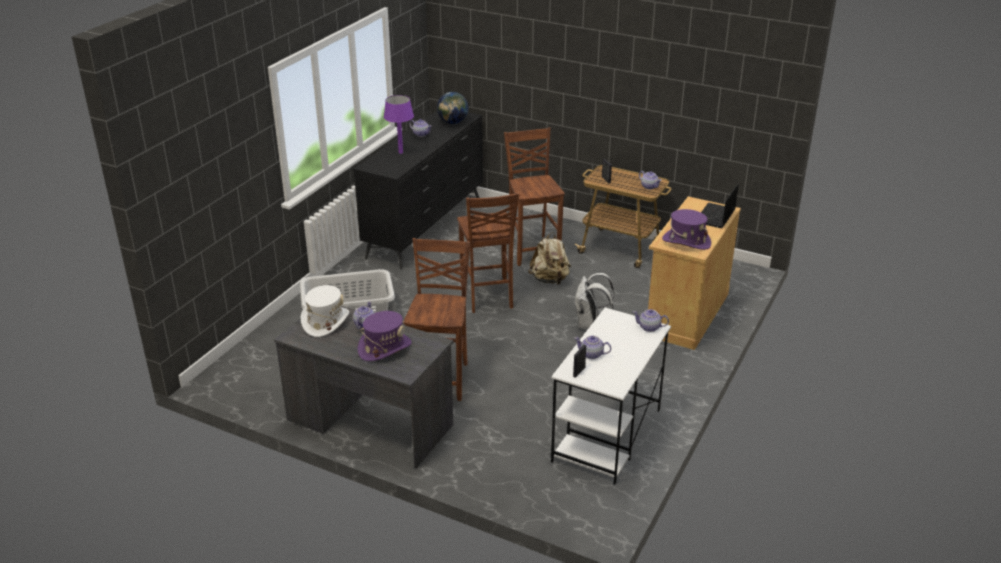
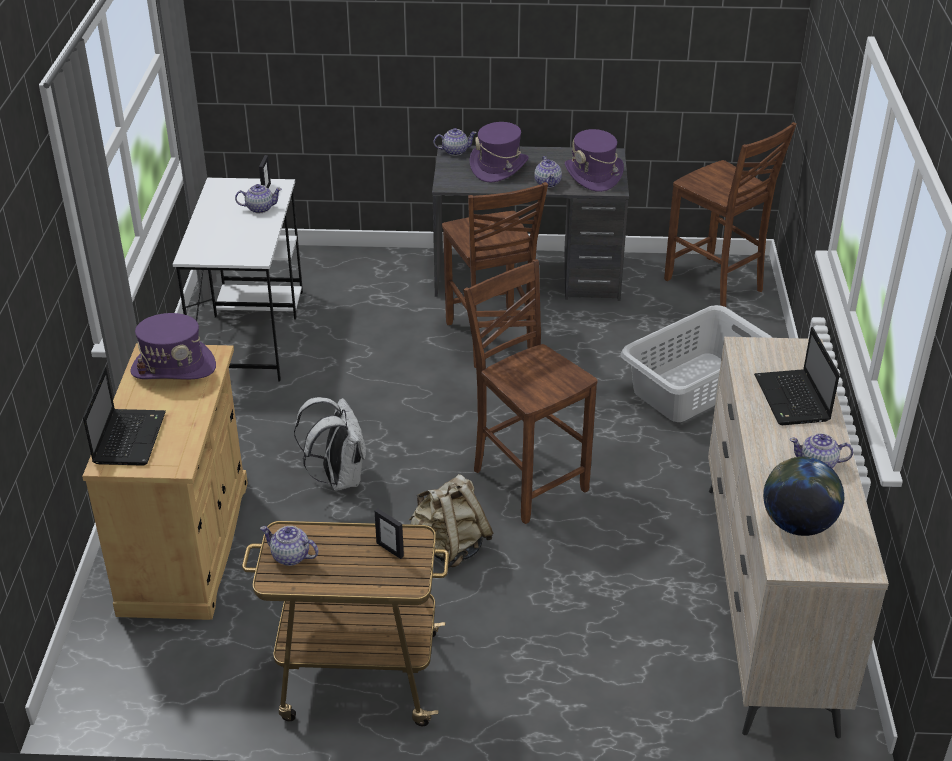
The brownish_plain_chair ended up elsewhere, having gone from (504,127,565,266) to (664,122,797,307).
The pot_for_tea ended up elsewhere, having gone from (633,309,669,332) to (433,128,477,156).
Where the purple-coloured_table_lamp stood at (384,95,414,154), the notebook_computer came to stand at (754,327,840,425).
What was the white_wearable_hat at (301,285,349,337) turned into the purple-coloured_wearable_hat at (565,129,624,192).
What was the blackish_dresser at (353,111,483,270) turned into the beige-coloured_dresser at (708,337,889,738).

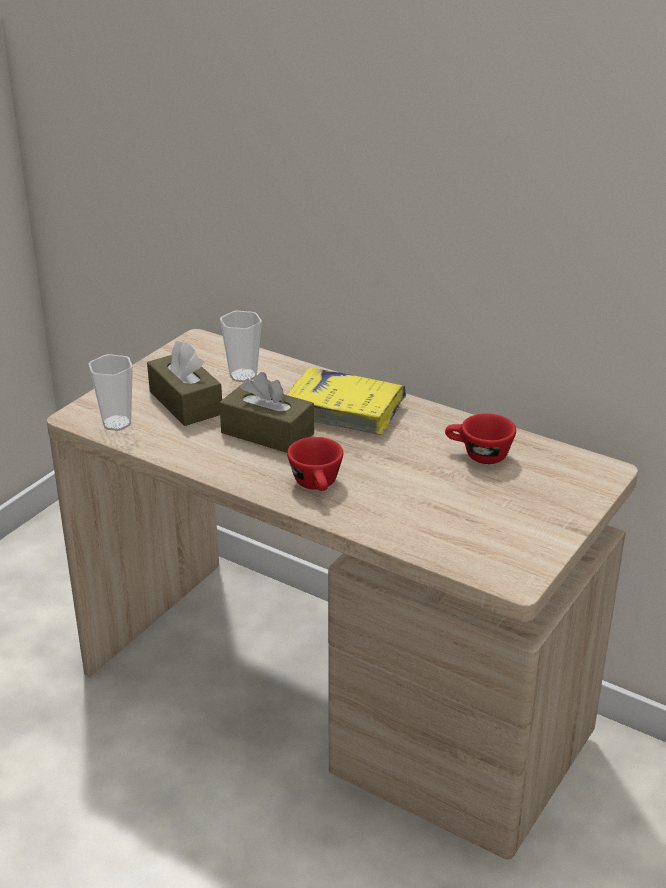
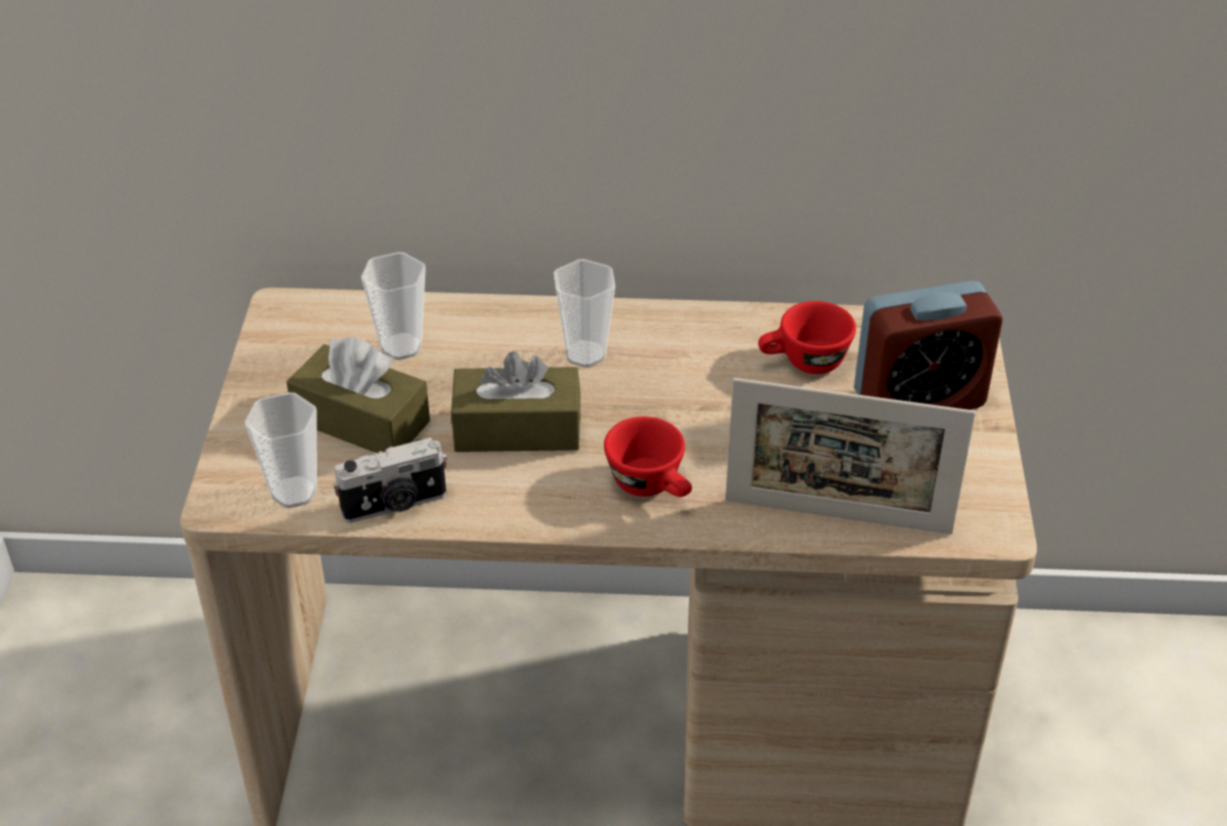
The second view gained the still_camera at (333,438,447,523).
The second view gained the photo_frame at (725,378,975,534).
The second view gained the bedside_clock at (854,281,1002,410).
Where the yellow-coloured_volume stood at (287,367,406,435), the small_cup came to stand at (554,259,615,368).

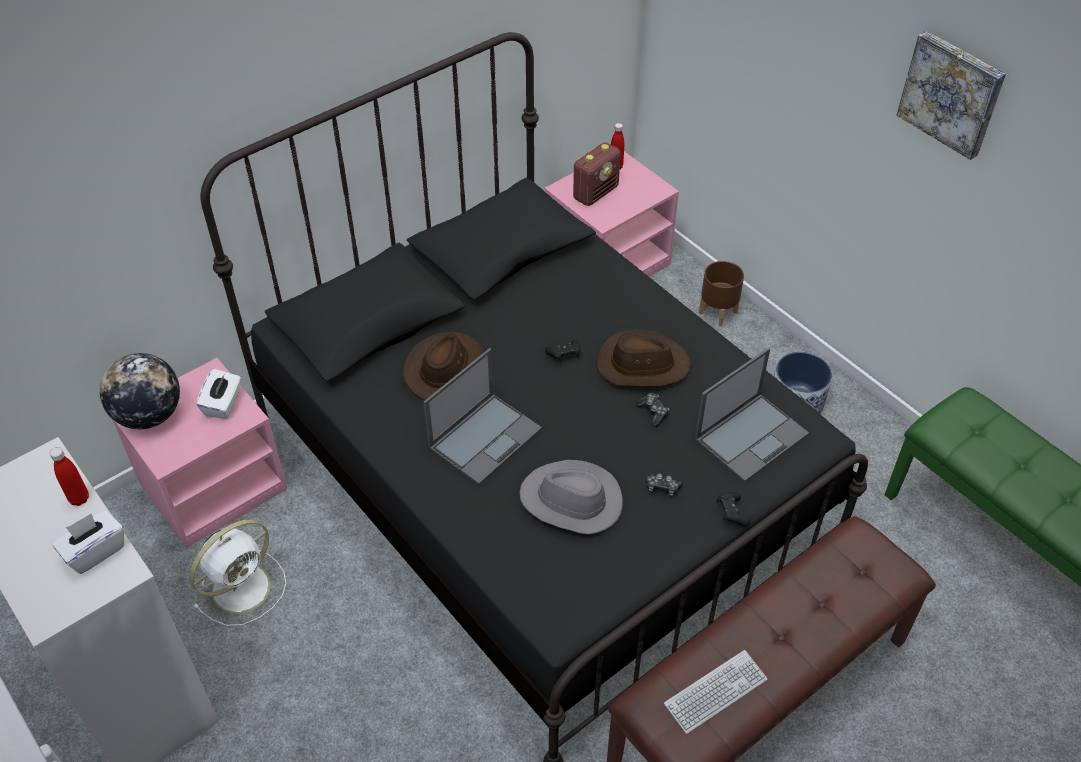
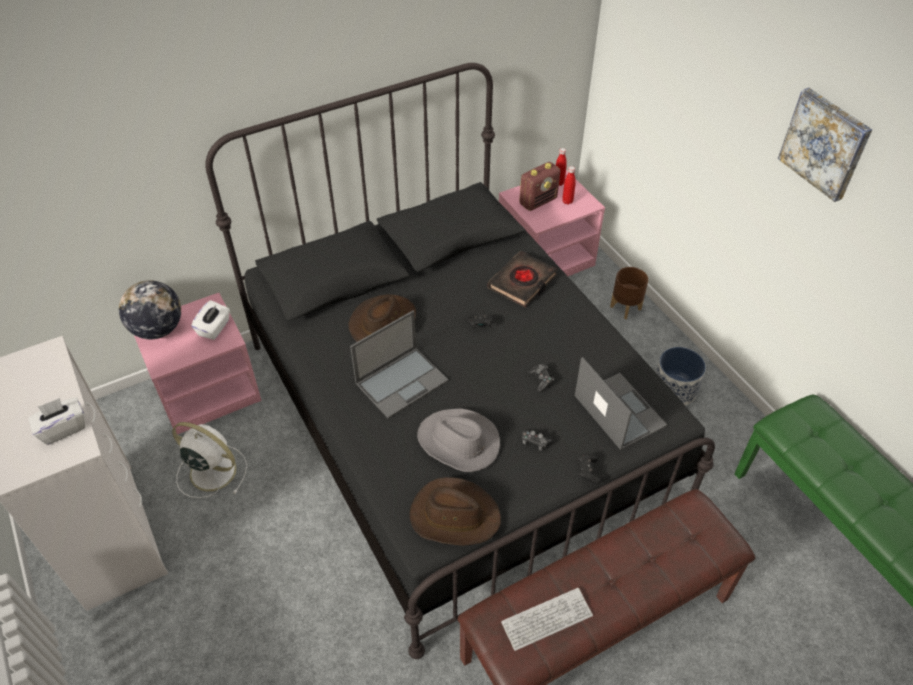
The second view gained the blackish_volume at (488,251,557,307).
The red-coloured_bottle ended up elsewhere, having gone from (50,447,89,506) to (562,166,576,205).
The brownish_wearable_hat ended up elsewhere, having gone from (596,329,691,387) to (410,477,501,546).
The white_fan at (190,520,287,626) ended up facing another way, 120 degrees counterclockwise from before.
The notebook_computer at (695,348,809,482) ended up facing another way, 90 degrees counterclockwise from before.

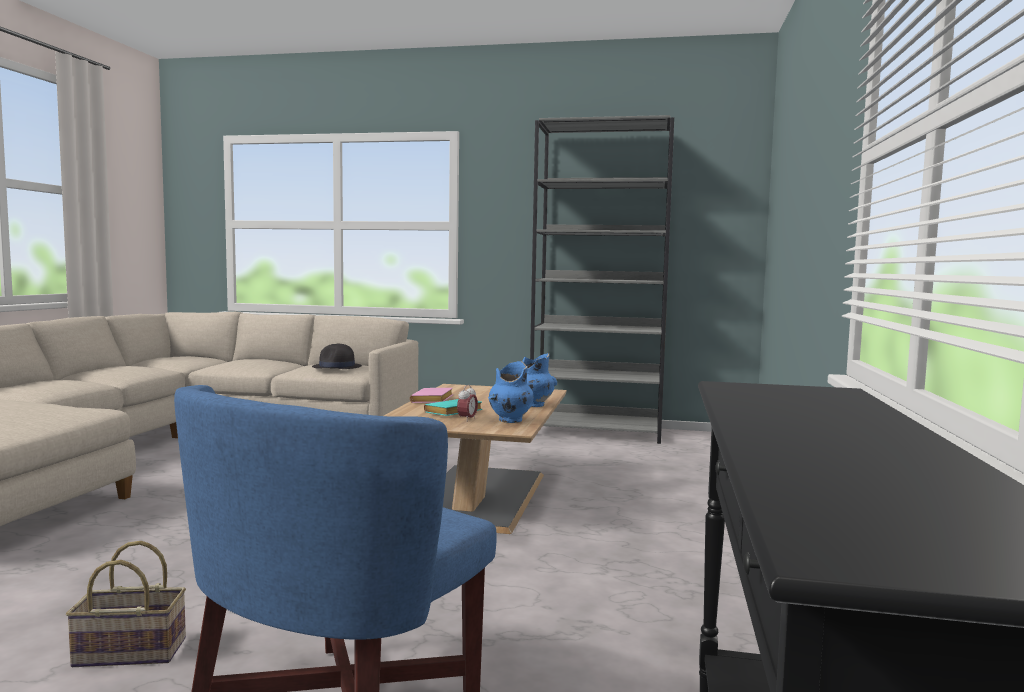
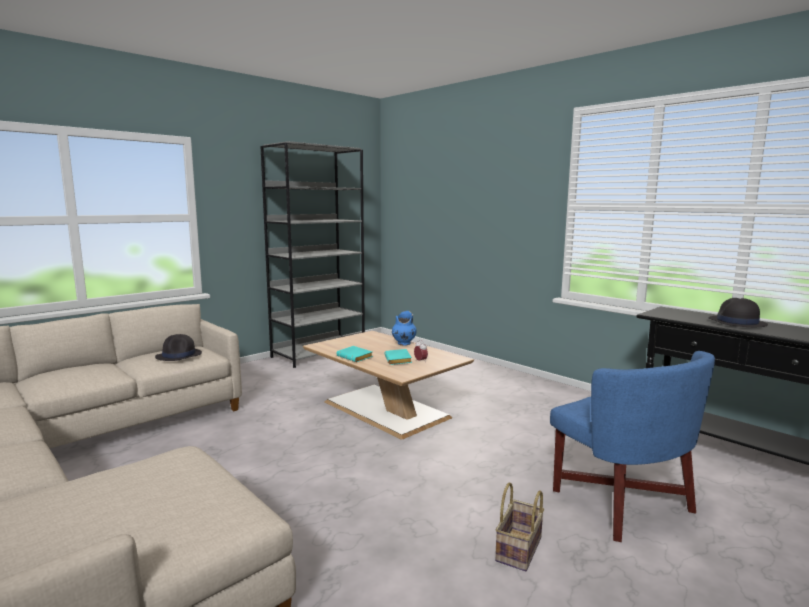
The second view lost the blue-coloured_flower_vase at (488,361,533,423).
The second view gained the blackish_wearable_hat at (708,298,768,327).
What was the pink_volume at (410,388,453,403) turned into the blue-green_volume at (336,346,373,362).

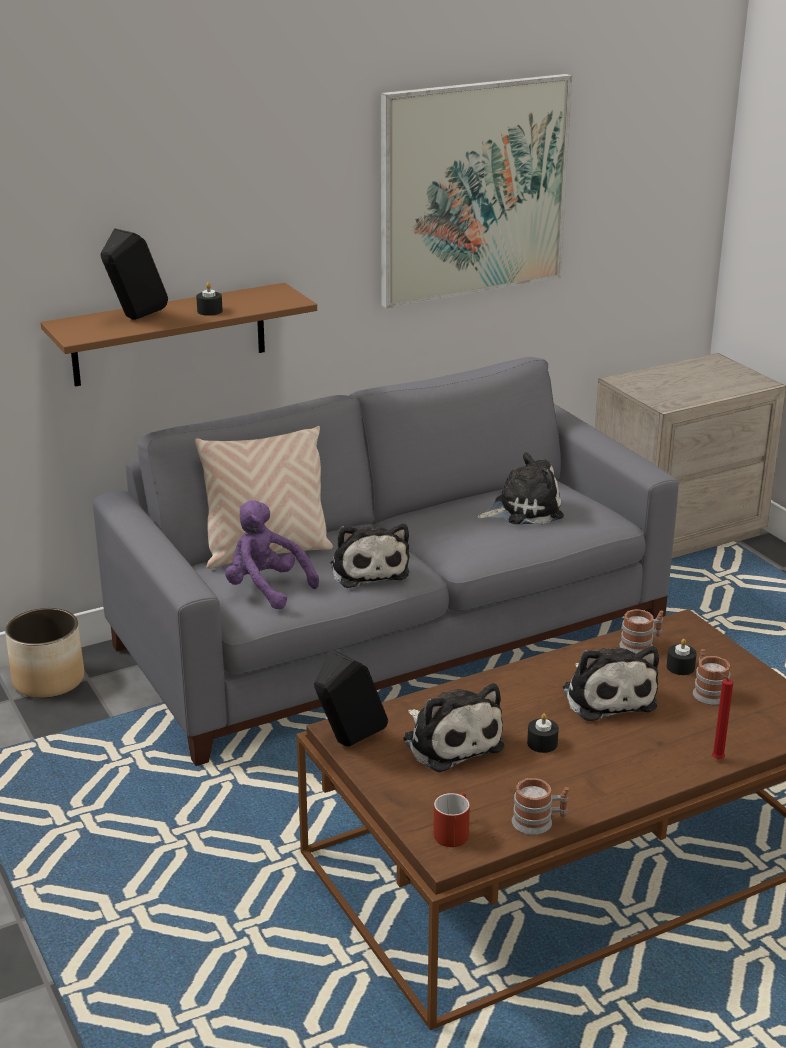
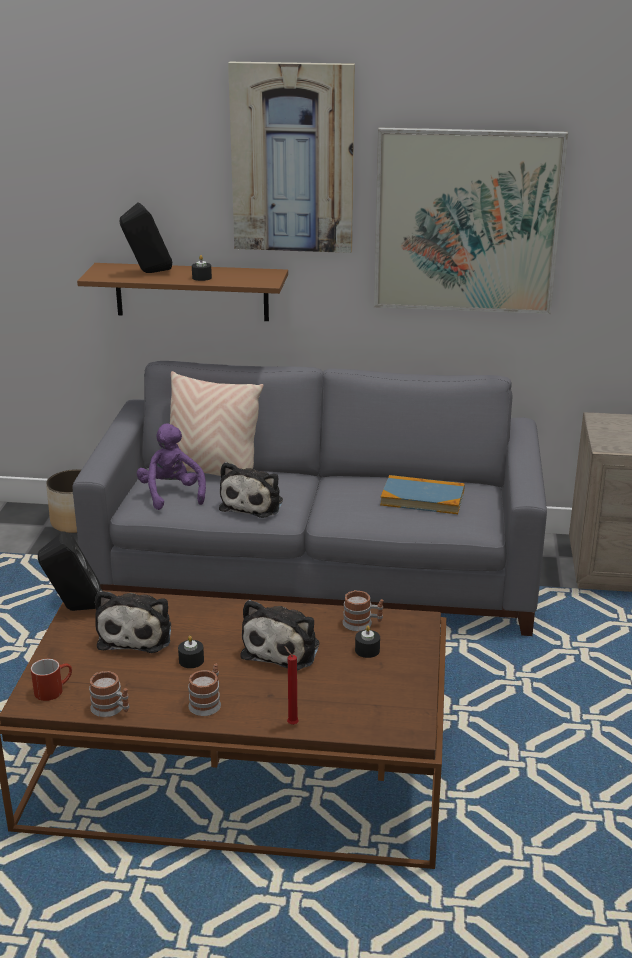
The second view gained the wall_art at (228,62,355,253).
The coffee_mug ended up elsewhere, having gone from (693,649,730,705) to (188,664,221,716).
Where the plush_toy stood at (477,452,564,524), the volume came to stand at (380,475,465,514).

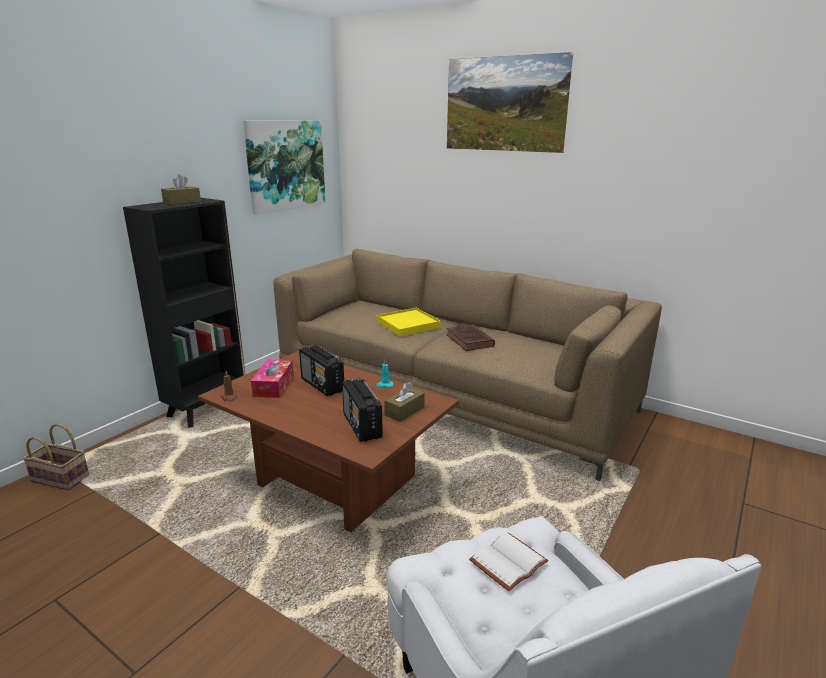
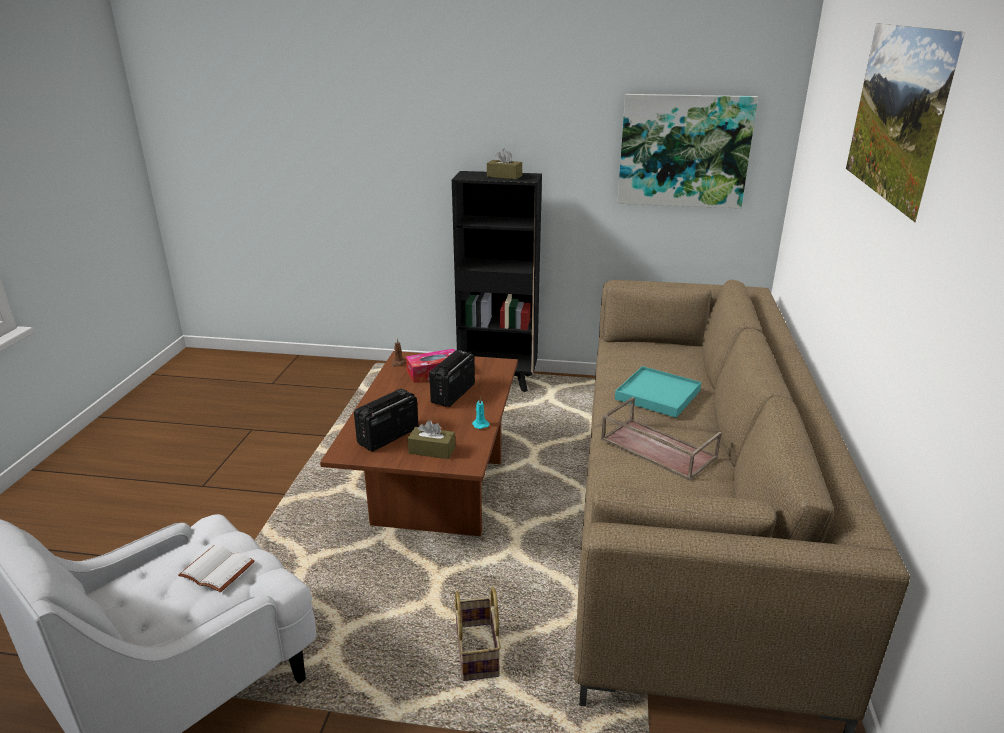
The storage_basket ended up elsewhere, having gone from (23,423,89,490) to (454,587,501,681).
Where the brownish_volume stood at (446,324,495,351), the brownish_carrying_tray came to stand at (601,397,721,481).
What was the yellow-coloured_carrying_tray at (376,308,441,337) turned into the blue-green_carrying_tray at (615,366,701,418).

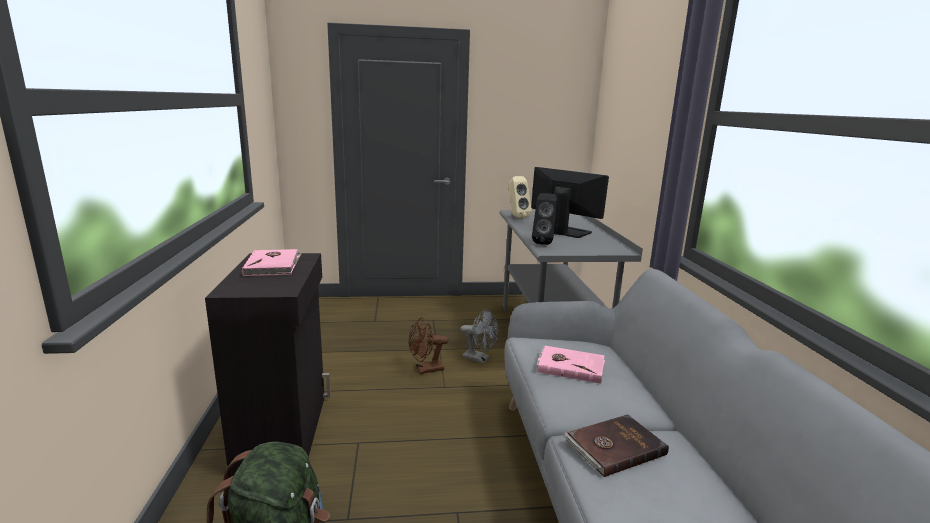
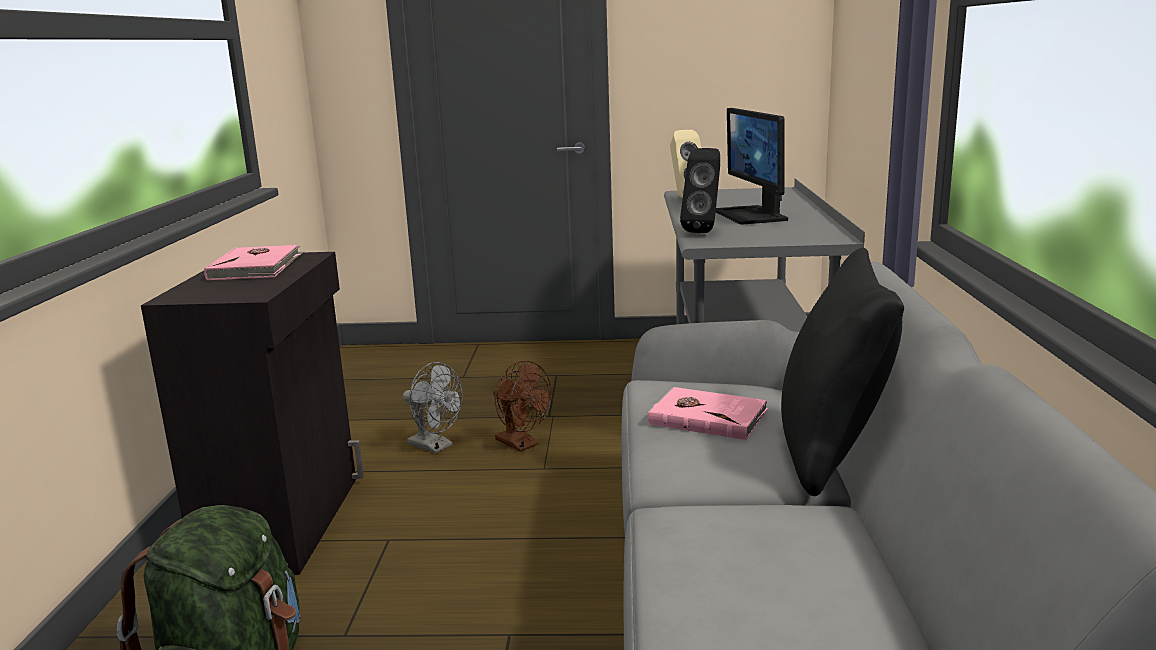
The second view lost the brownish_volume at (563,414,669,477).
The second view gained the blackish_throw_pillow at (781,248,904,496).
The greyish_fan ended up elsewhere, having gone from (460,309,498,363) to (403,362,463,453).
The brownish_fan at (409,317,448,374) ended up facing another way, 120 degrees counterclockwise from before.
The monitor at (531,167,609,238) ended up facing another way, 150 degrees counterclockwise from before.

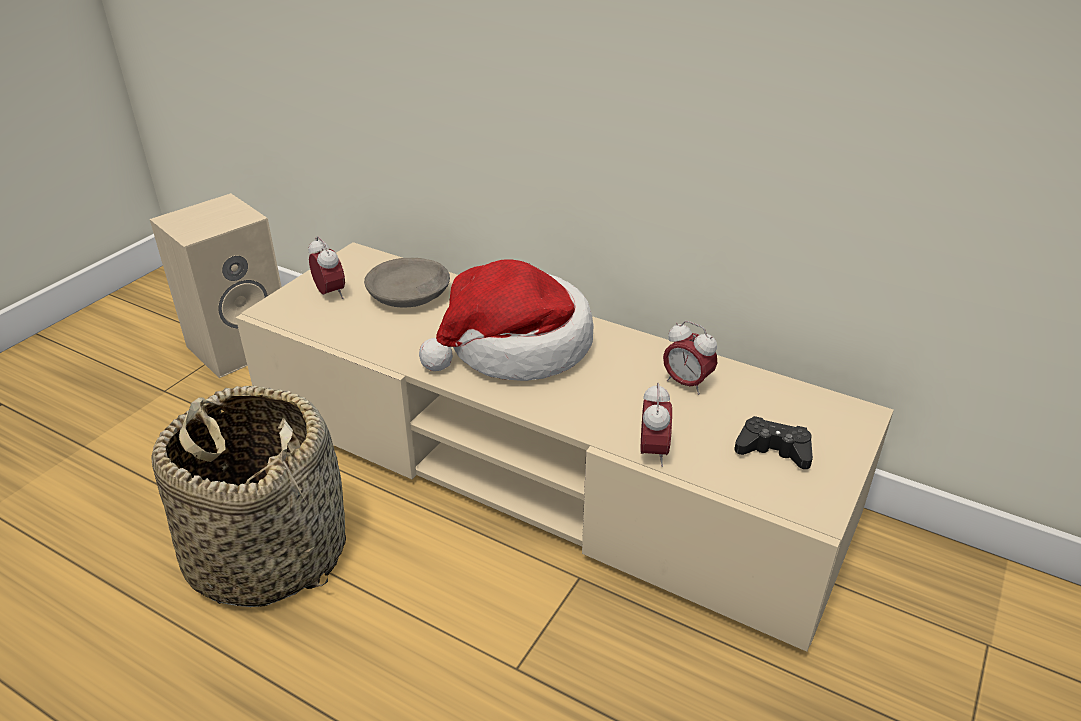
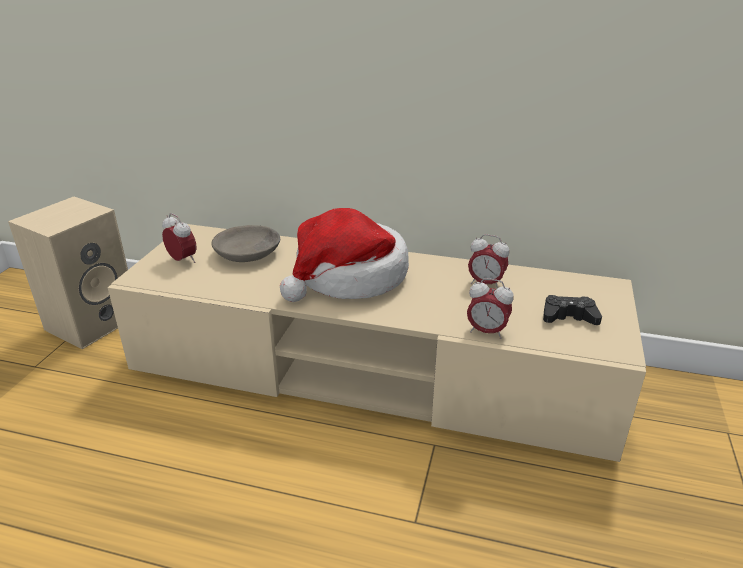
The second view lost the storage_basket at (151,386,346,607).
The bedside_clock at (641,383,672,467) ended up facing another way, 120 degrees clockwise from before.

